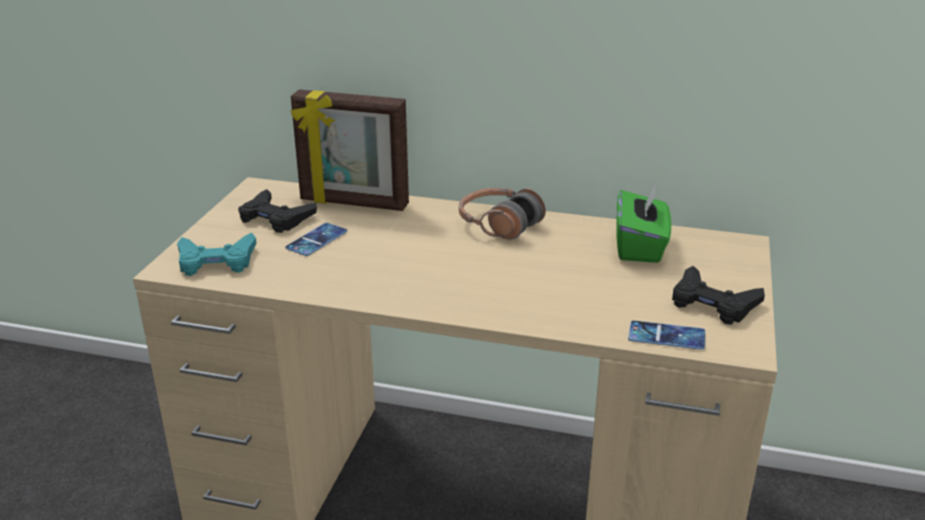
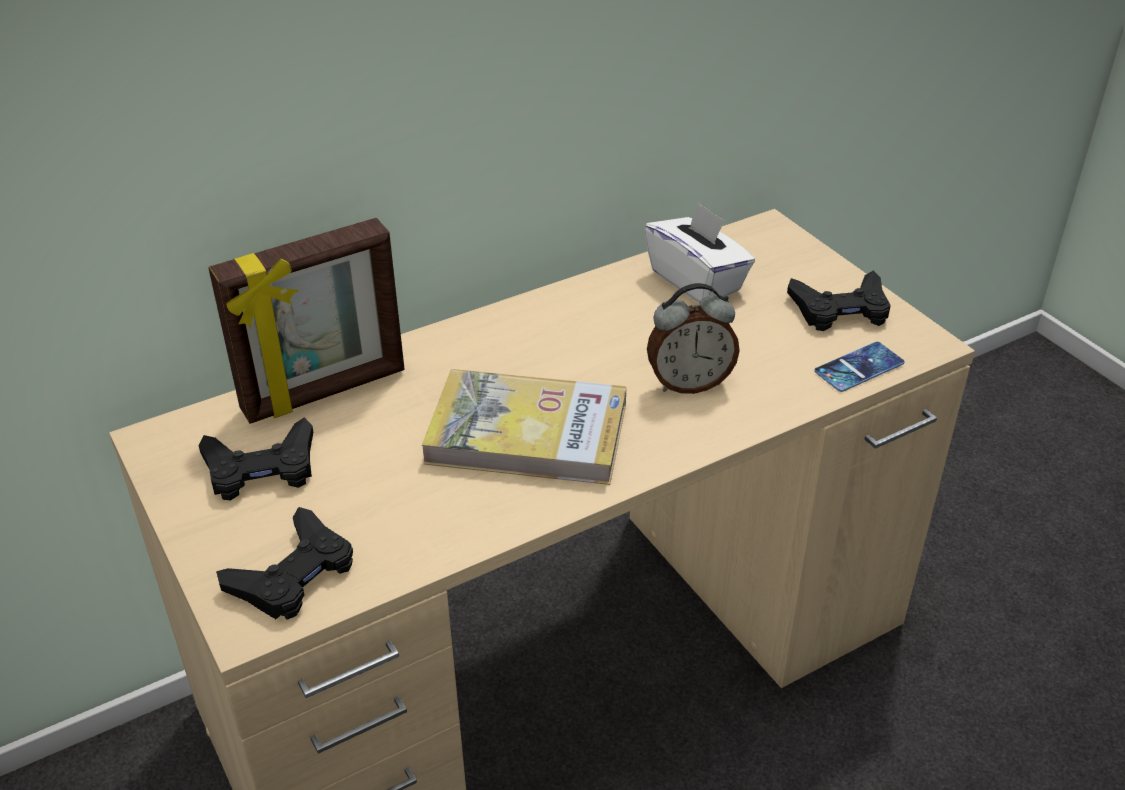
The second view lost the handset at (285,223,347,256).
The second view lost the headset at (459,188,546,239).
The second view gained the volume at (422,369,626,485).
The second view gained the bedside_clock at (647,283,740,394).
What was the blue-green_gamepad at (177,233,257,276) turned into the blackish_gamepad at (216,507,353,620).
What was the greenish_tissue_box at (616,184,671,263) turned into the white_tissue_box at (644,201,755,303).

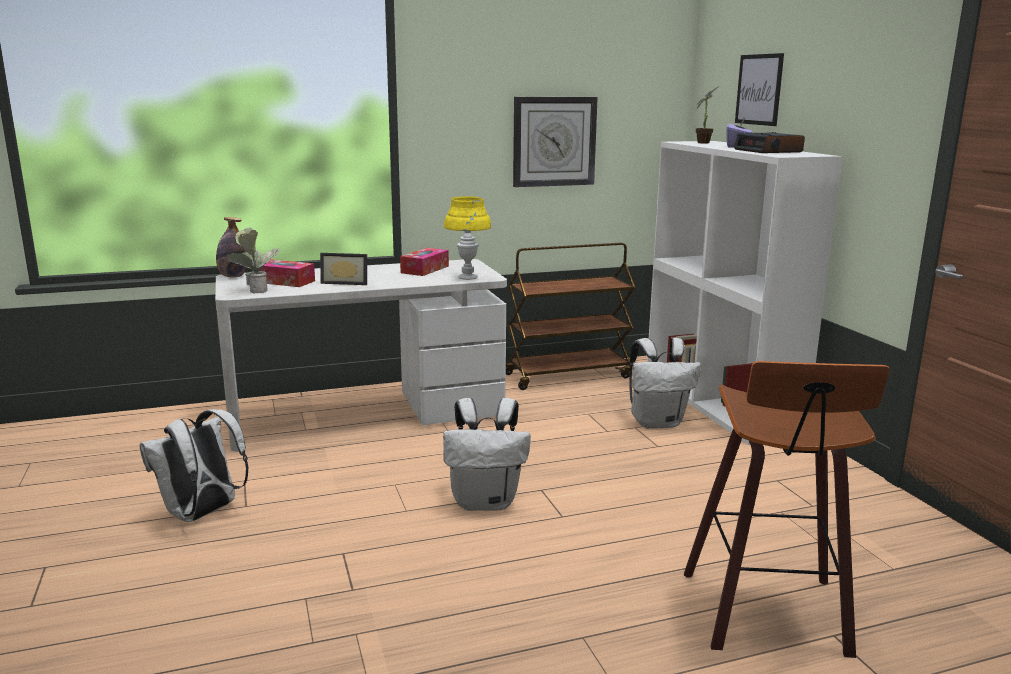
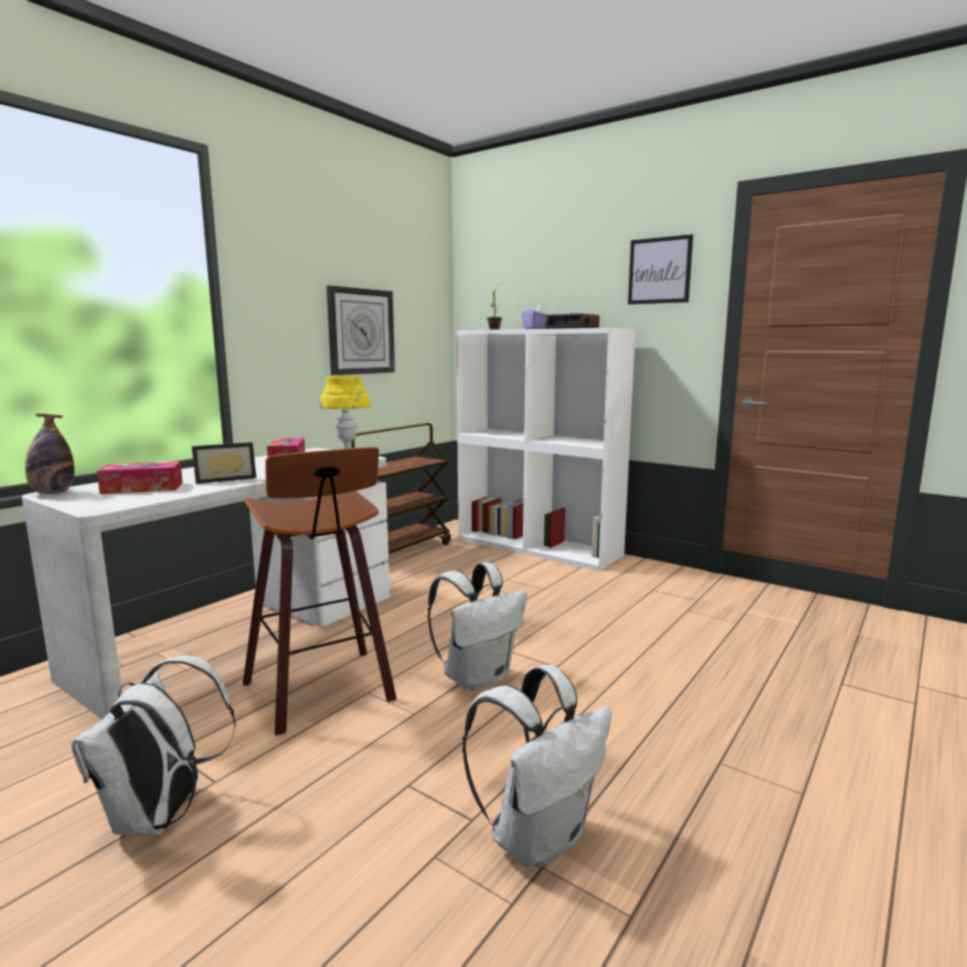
The second view lost the potted_plant at (226,227,280,294).
The white_backpack ended up elsewhere, having gone from (629,337,701,429) to (462,665,612,869).
The stool_seat ended up elsewhere, having gone from (684,361,890,658) to (243,447,397,736).
The wall_art ended up elsewhere, having gone from (735,53,784,126) to (628,234,693,304).

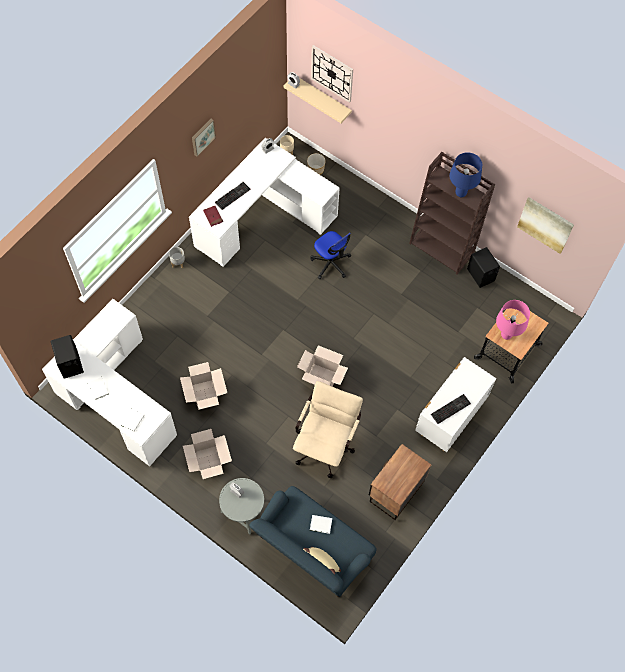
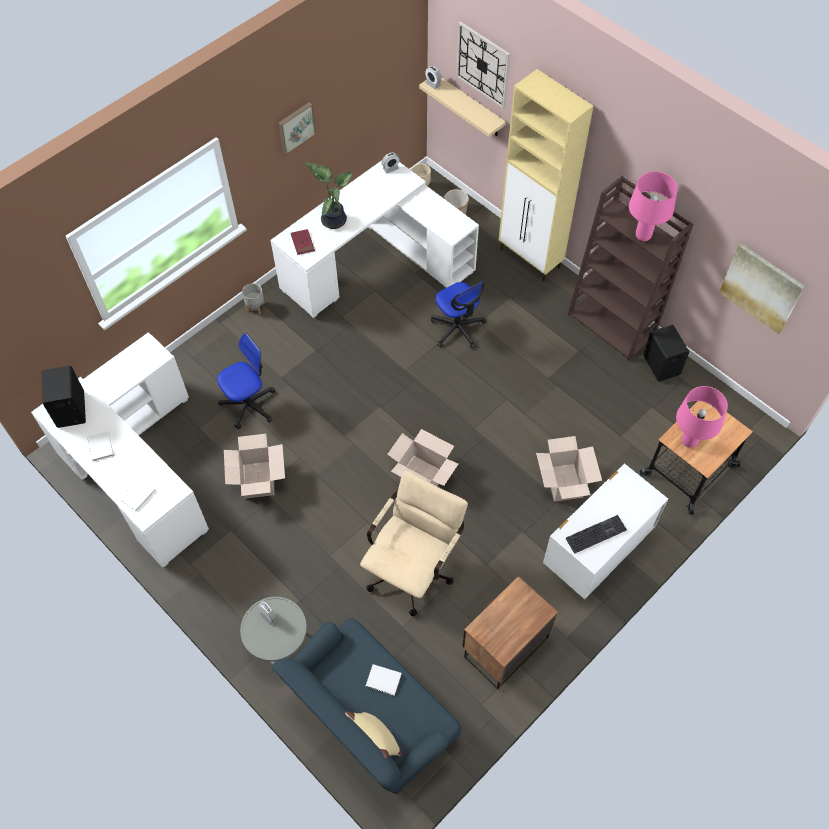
The second view gained the desk_chair at (217,333,275,429).
The second view gained the beige-coloured_cupboard at (499,69,593,281).
The carton ended up elsewhere, having gone from (183,429,232,479) to (536,436,602,502).
Where the keyboard stood at (215,182,251,210), the potted_plant came to stand at (305,163,353,229).
What was the blue-coloured_table_lamp at (449,152,482,197) turned into the pink_table_lamp at (629,171,678,241).

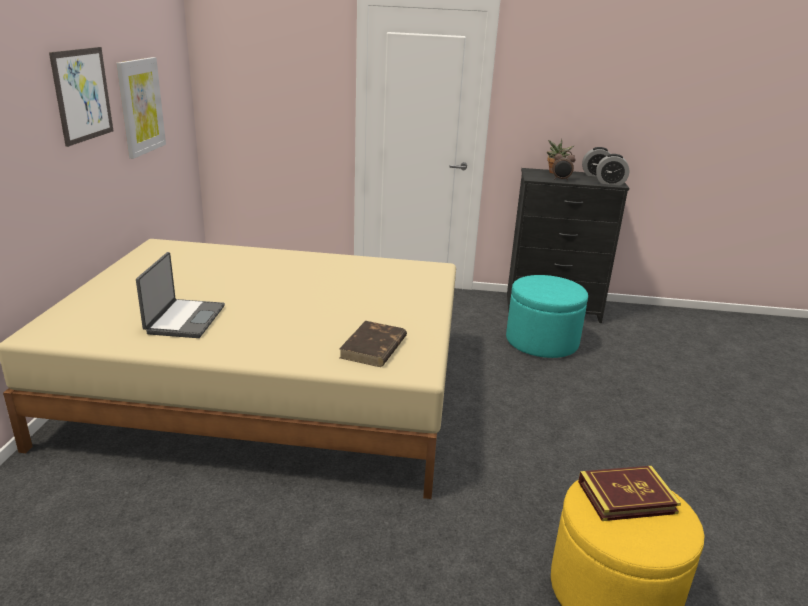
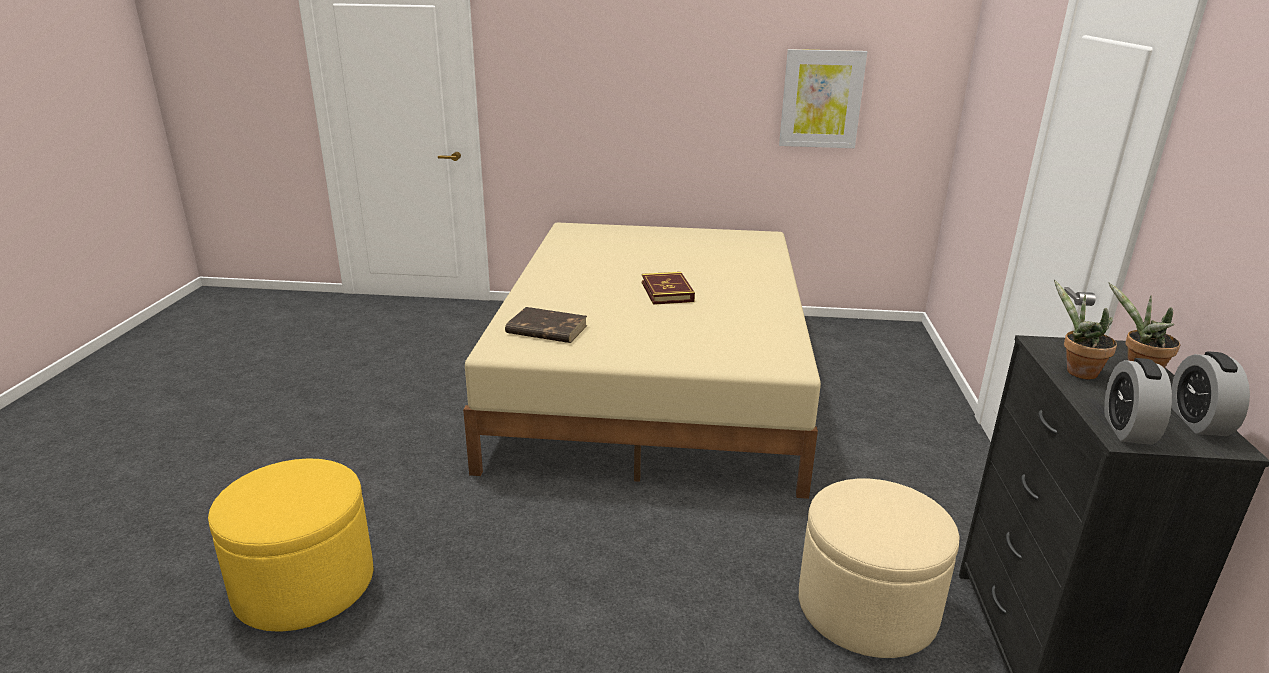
The second view lost the wall_art at (49,47,113,147).
The second view lost the notebook_computer at (136,252,225,338).
The volume ended up elsewhere, having gone from (578,466,681,521) to (642,272,695,305).
Where the bedside_clock stood at (552,150,576,181), the potted_plant came to stand at (1054,279,1117,379).
What was the blue-green_ottoman at (506,275,588,358) turned into the beige-coloured_ottoman at (799,478,960,658).

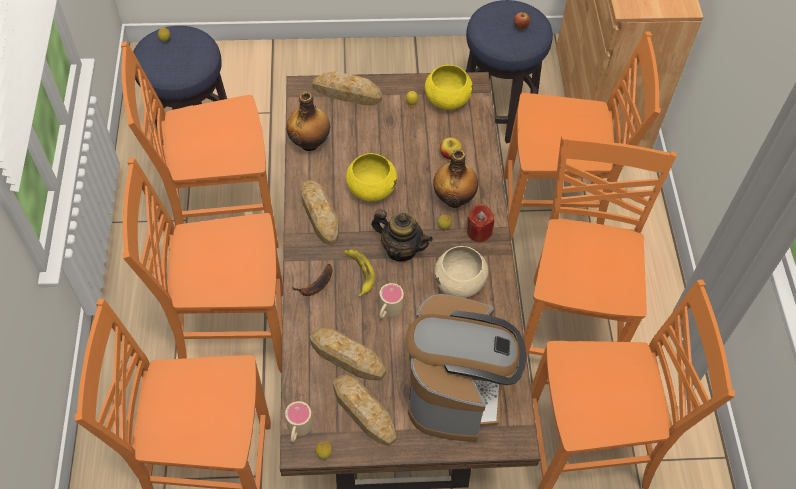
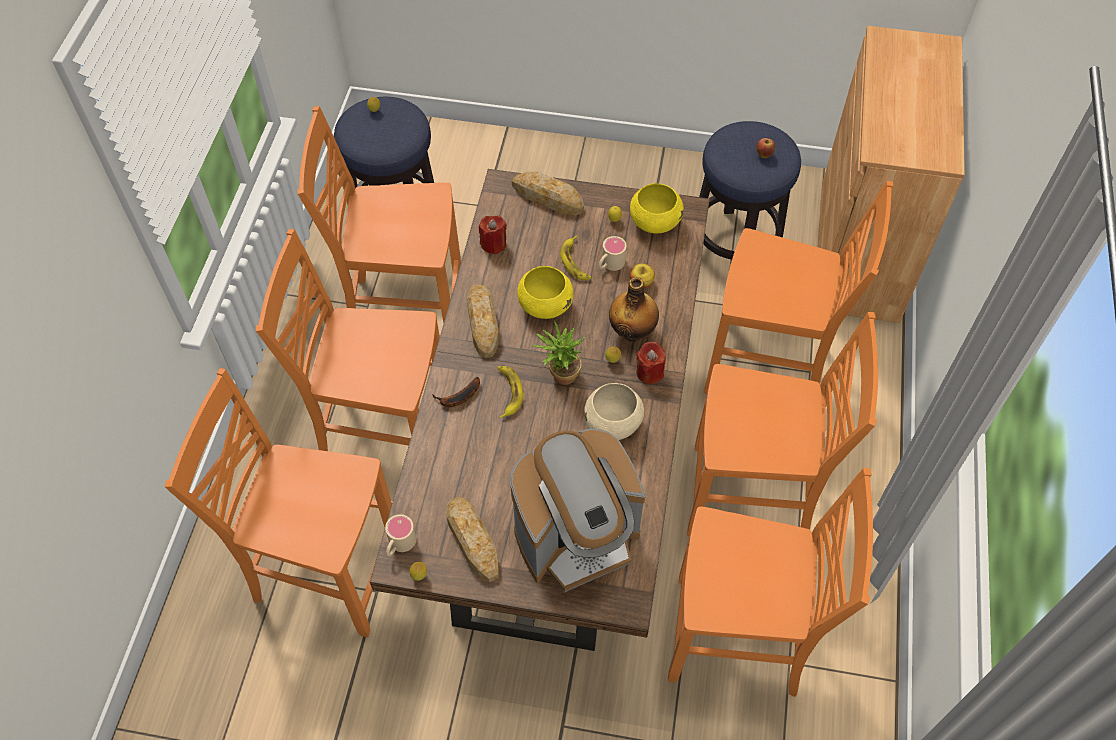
The second view lost the bakery_bread at (310,328,386,380).
The second view gained the banana at (560,235,591,280).
The beige-coloured_coffee_mug ended up elsewhere, having gone from (379,283,404,319) to (598,236,626,271).
Where the bottle stood at (287,91,330,151), the red-coloured_wax_candle came to stand at (479,216,507,255).
Where the pot_for_tea stood at (371,209,433,261), the potted_plant came to stand at (532,320,585,385).
The coffee_machine at (406,294,526,442) ended up facing another way, 45 degrees clockwise from before.
The orange-coloured_plain_chair at (524,135,677,356) ended up facing another way, 75 degrees clockwise from before.

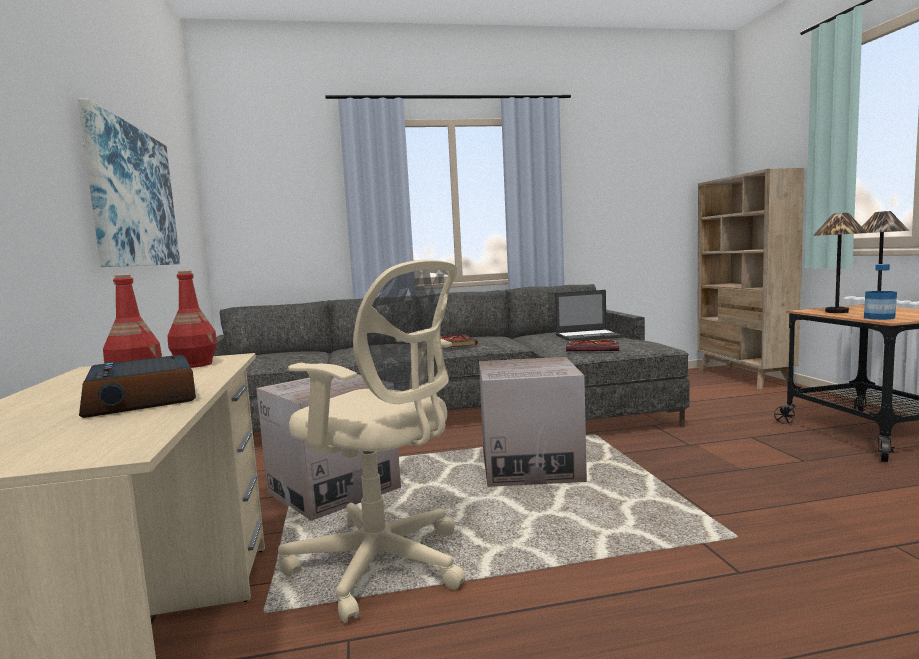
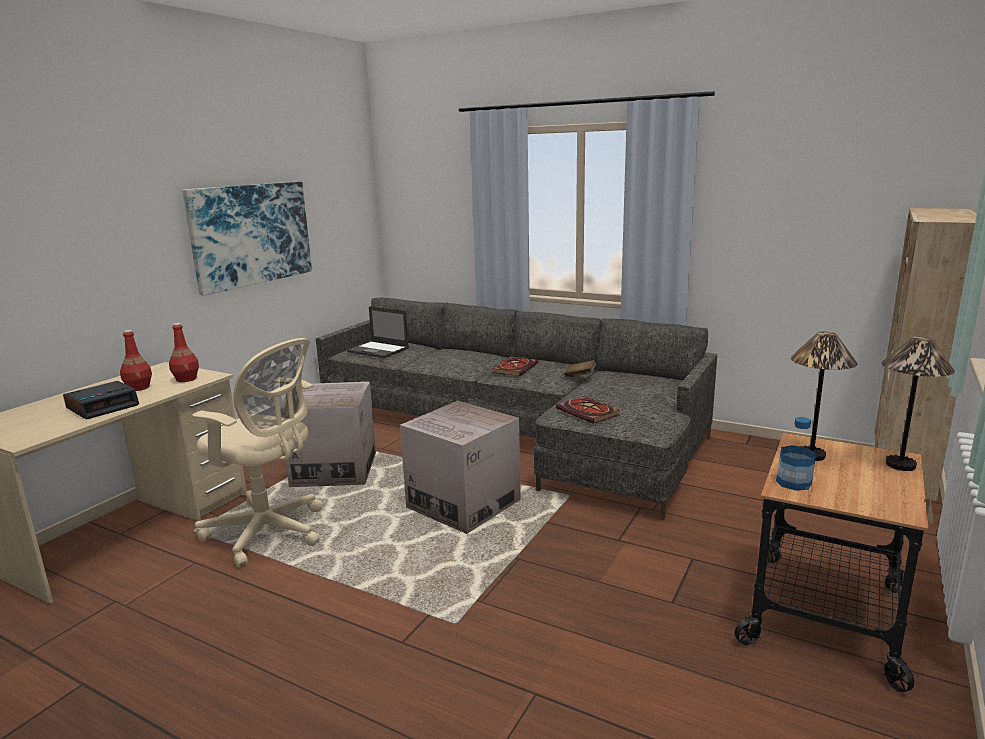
The second view gained the brownish_volume at (564,360,596,378).
The notebook_computer ended up elsewhere, having gone from (555,290,623,341) to (347,306,409,358).
The bedside_clock at (79,355,196,418) ended up facing another way, 150 degrees counterclockwise from before.
The beige-coloured_desk_chair at (278,260,466,623) ended up facing another way, 45 degrees counterclockwise from before.

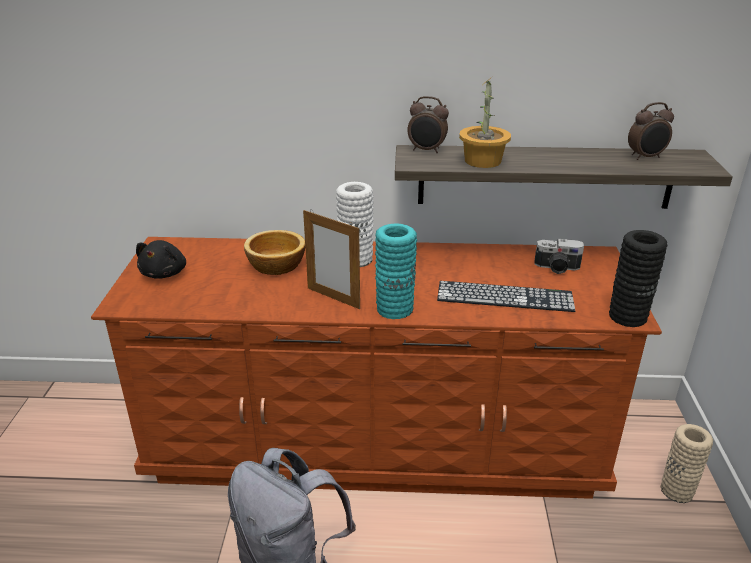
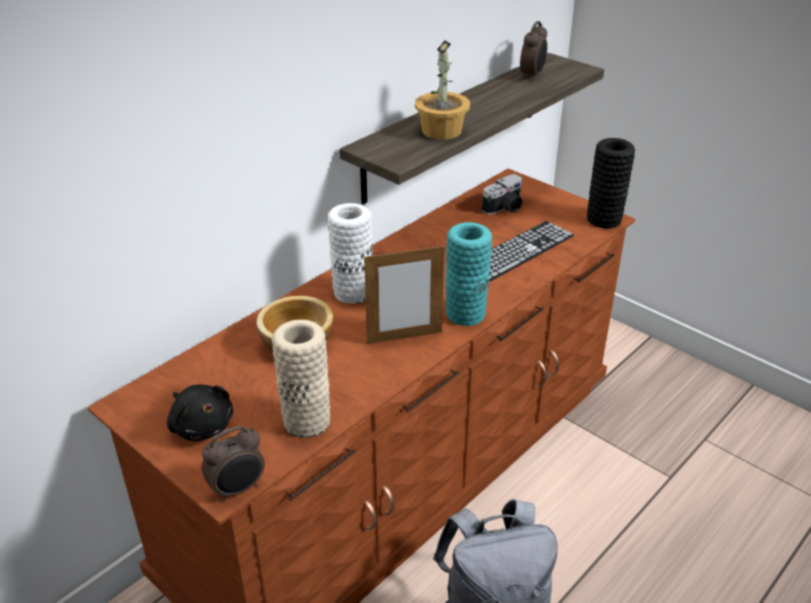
The bedside_clock ended up elsewhere, having gone from (407,96,449,153) to (202,426,265,502).
The beige-coloured_flower_vase ended up elsewhere, having gone from (660,424,713,503) to (272,320,330,438).

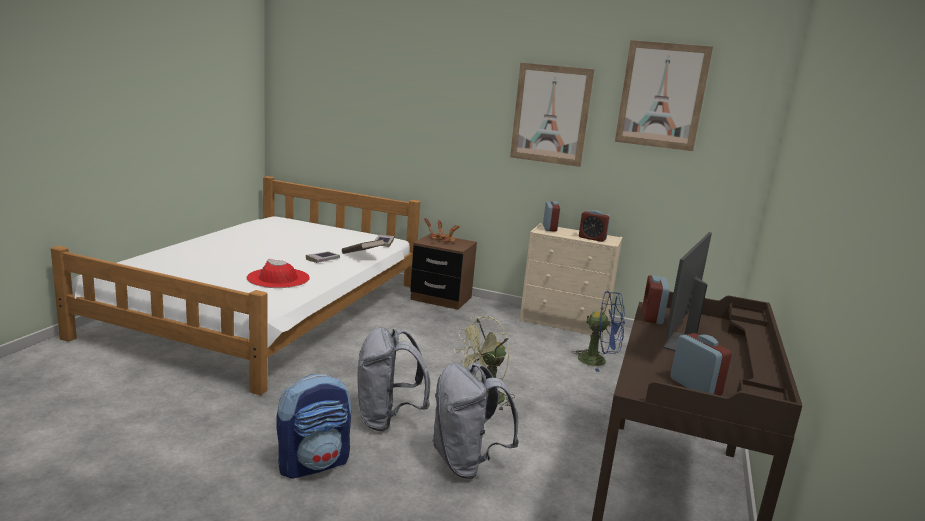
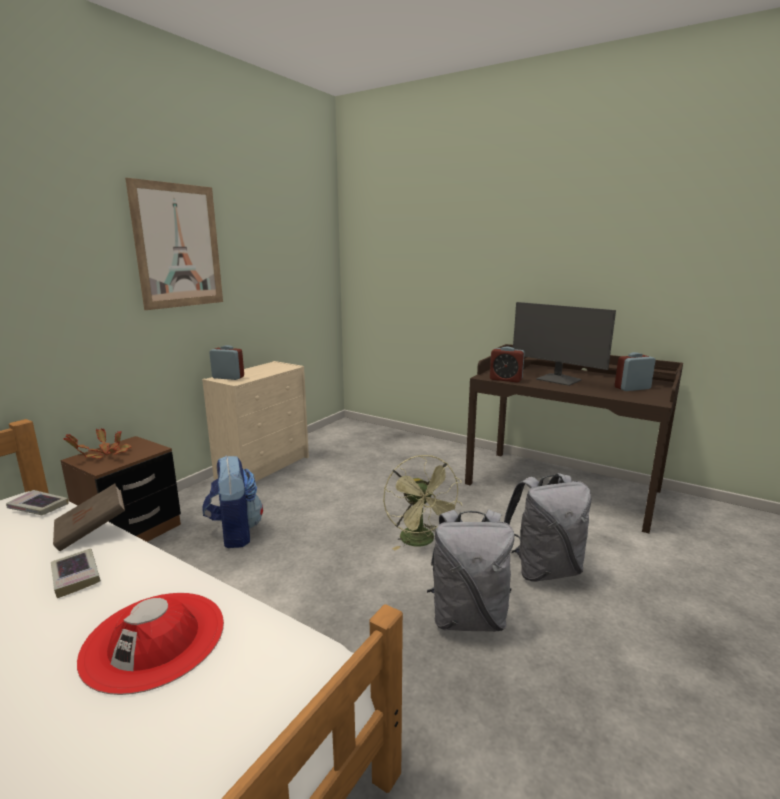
The second view lost the blue-coloured_fan at (571,291,625,372).
The second view lost the bedside_clock at (579,210,610,242).
The second view lost the wall_art at (615,40,713,151).
The backpack ended up elsewhere, having gone from (276,374,351,478) to (202,455,263,548).

